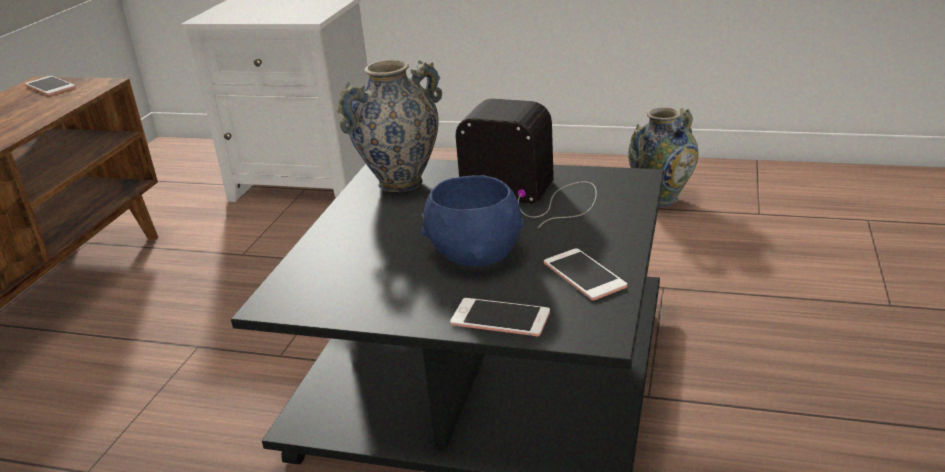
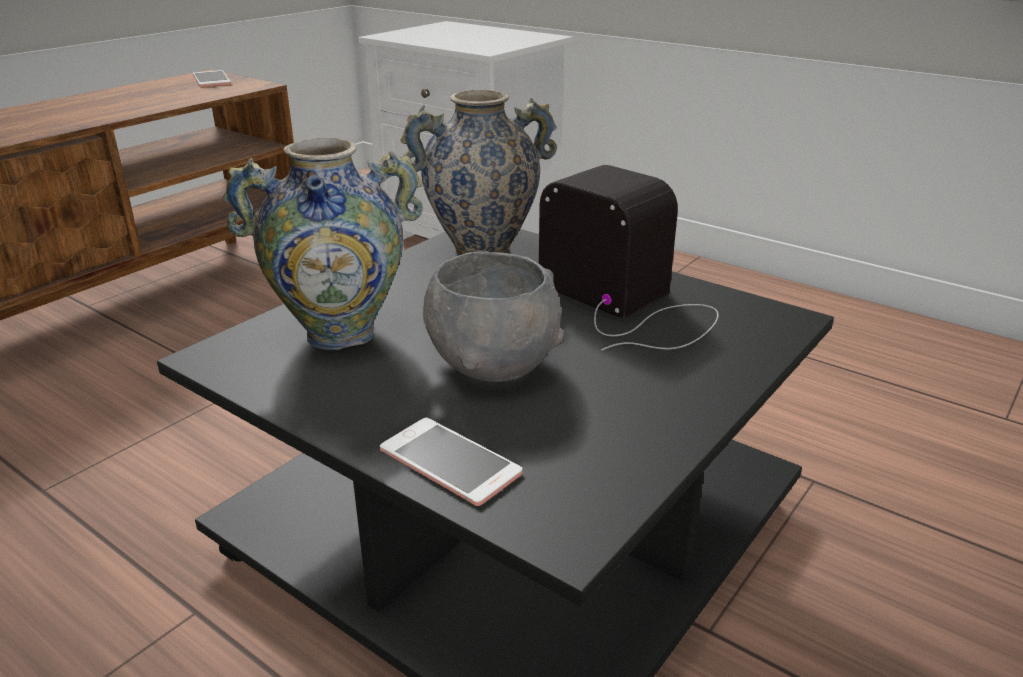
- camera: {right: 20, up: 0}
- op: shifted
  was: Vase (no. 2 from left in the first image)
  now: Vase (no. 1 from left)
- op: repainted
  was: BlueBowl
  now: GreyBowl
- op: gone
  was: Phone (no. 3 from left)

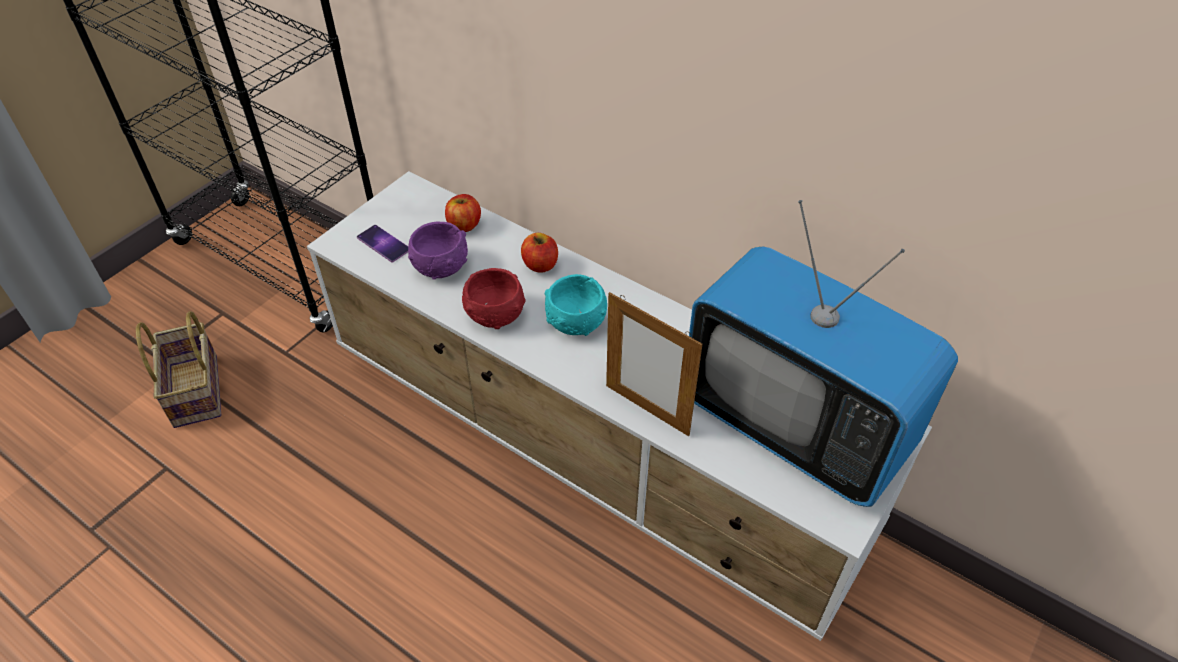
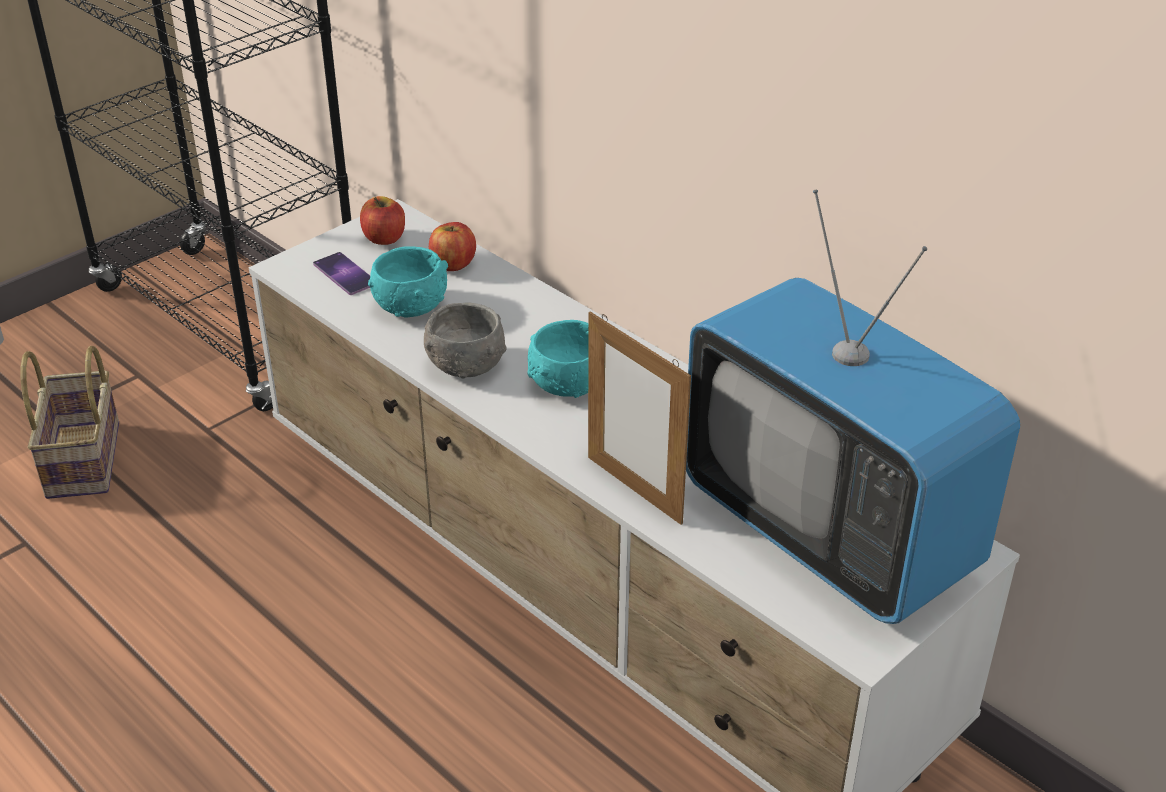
- camera: {right: 10, up: -10}
- op: shifted
  was: Apple (no. 2 from left in the first image)
  now: Apple (no. 1 from left)
- op: repainted
  was: PurpleBowl
  now: TurquoiseBowl (no. 1 from left)
- op: repainted
  was: RedBowl
  now: GreyBowl

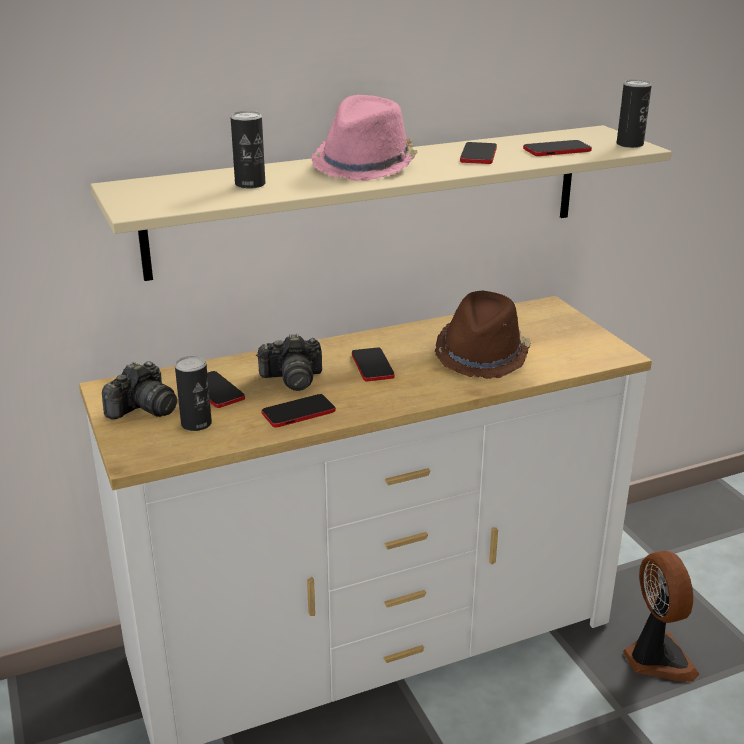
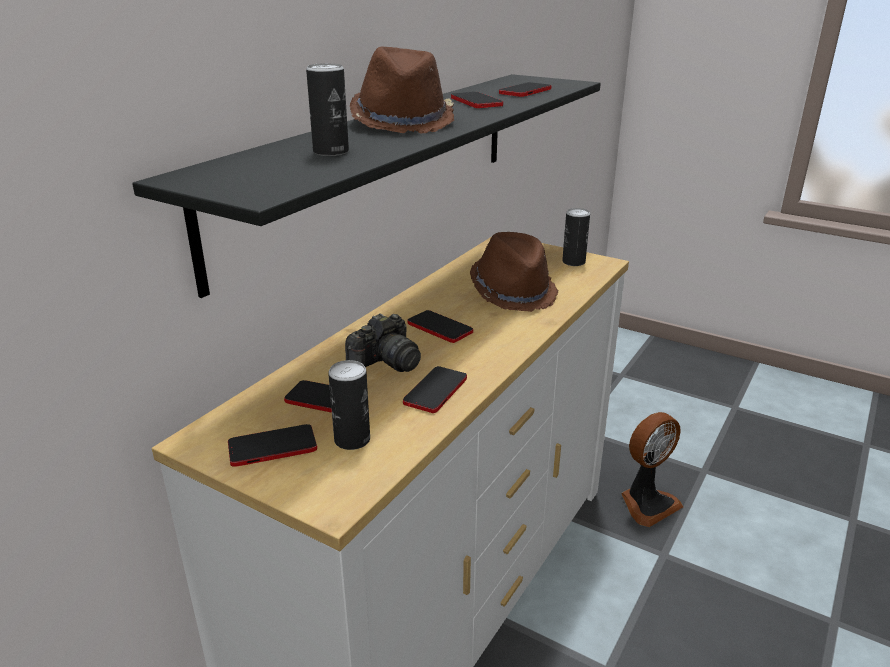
- camera: {right: -35, up: 0}
- op: repainted
  was: BeigeShelf
  now: BlackShelf
- op: swapped
  was: PhotoCamera (no. 1 from left)
  now: Phone (no. 1 from left)
- op: repainted
  was: PinkHat
  now: BrownHat (no. 1 from left)
- op: shifted
  was: Can (no. 3 from left)
- op: rotated
  was: Fan
  clockwise: 105

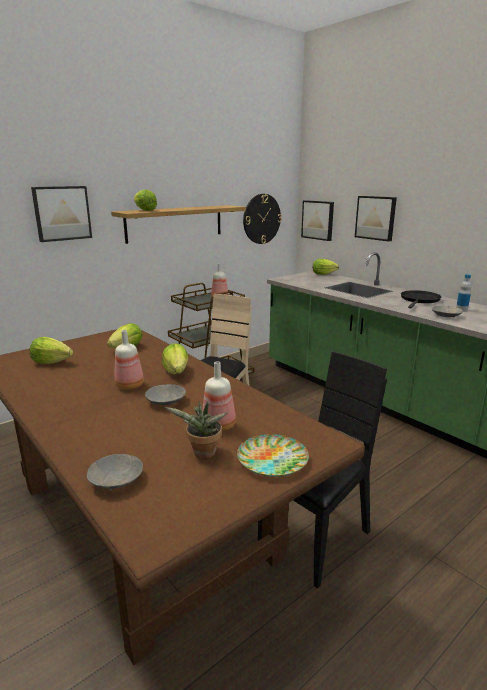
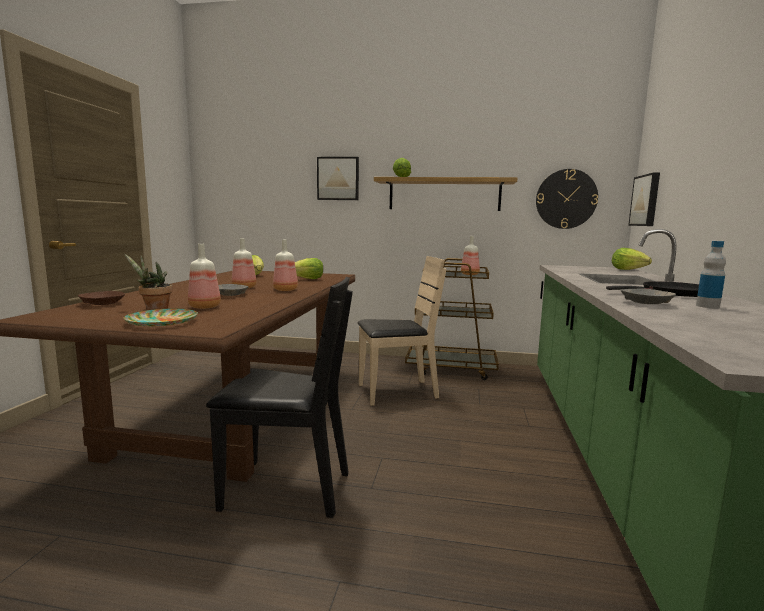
- camera: {right: 50, up: -10}
- op: repainted
  was: GreyBowl (no. 1 from left)
  now: BrownBowl
- op: swapped
  was: Lettuce (no. 4 from left)
  now: Bottle (no. 3 from left)
- op: gone
  was: Picture (no. 3 from left)

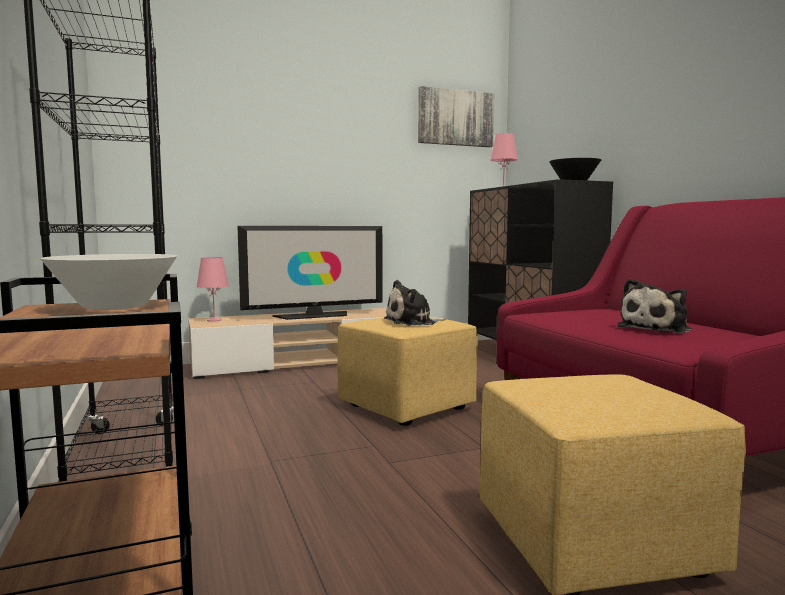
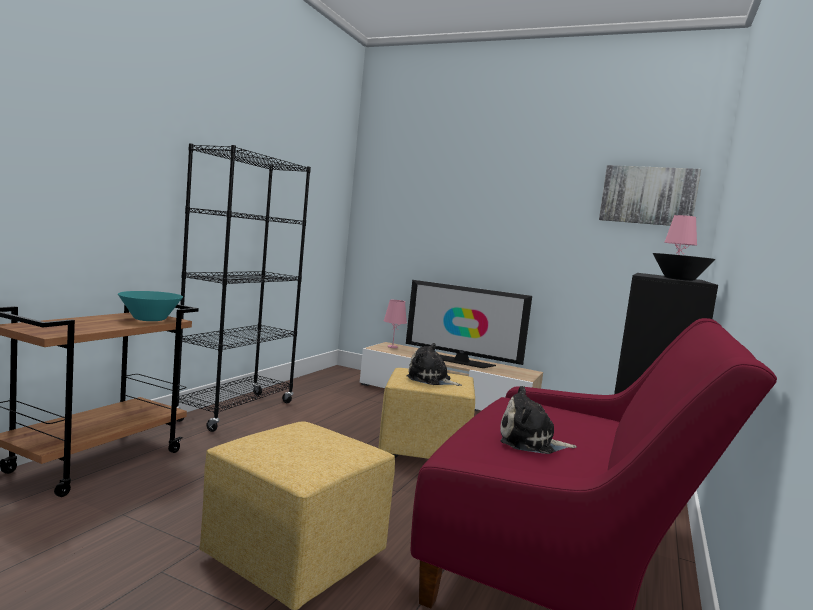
- camera: {right: 45, up: 0}
- op: repainted
  was: WhiteBowl
  now: TurquoiseBowl

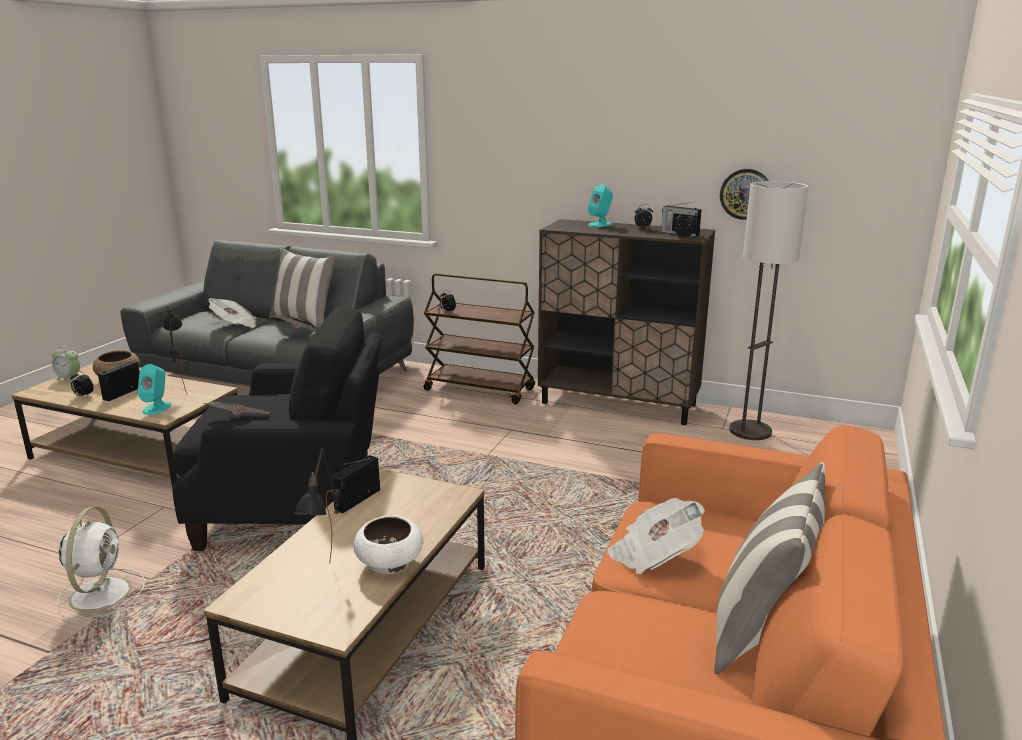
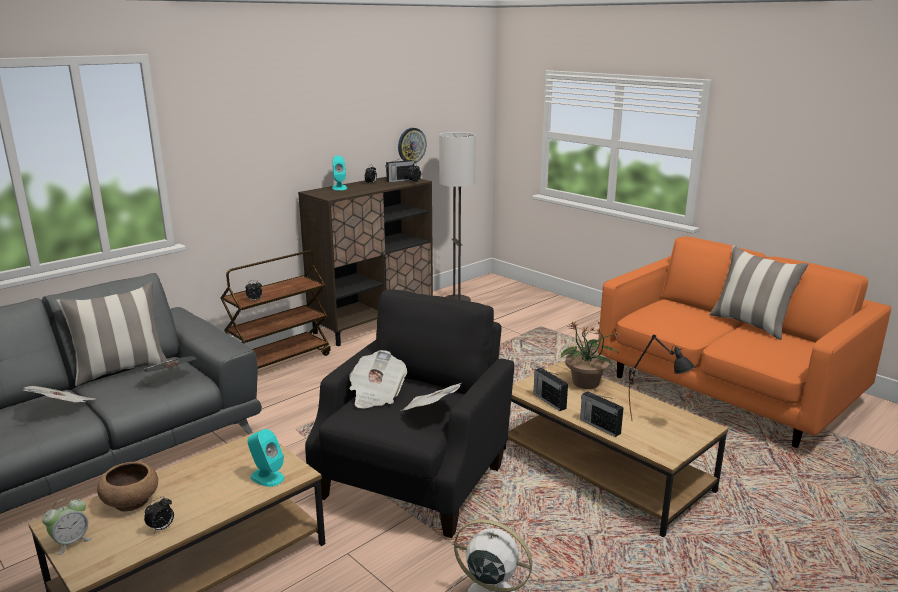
- camera: {right: -65, up: 0}
- op: shifted
  was: Newspaper (no. 4 from left in the first image)
  now: Newspaper (no. 3 from left)
- op: new
  now: PottedPlant
- op: shifted
  was: Radio (no. 1 from left in the first image)
  now: Radio (no. 3 from left)
- op: gone
  was: BlackTableLamp (no. 1 from left)
- op: gone
  was: WhiteBowl

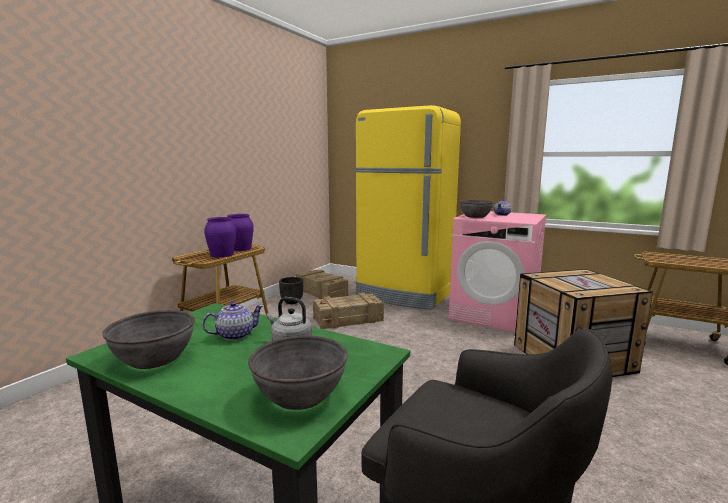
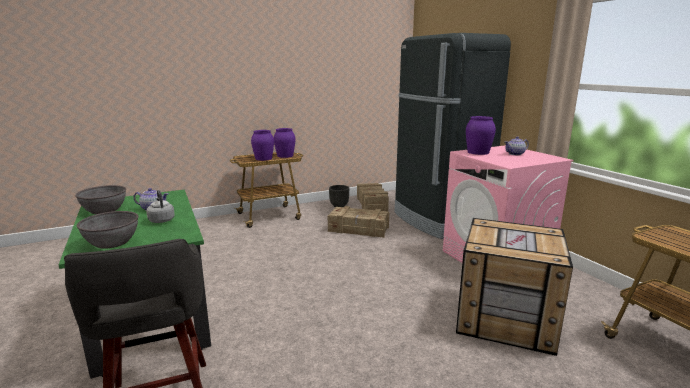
- camera: {right: 35, up: 5}
- op: repainted
  was: YellowFridge
  now: BlackFridge
- op: swapped
  was: GreyBowl (no. 3 from left)
  now: PurpleVase (no. 3 from left)

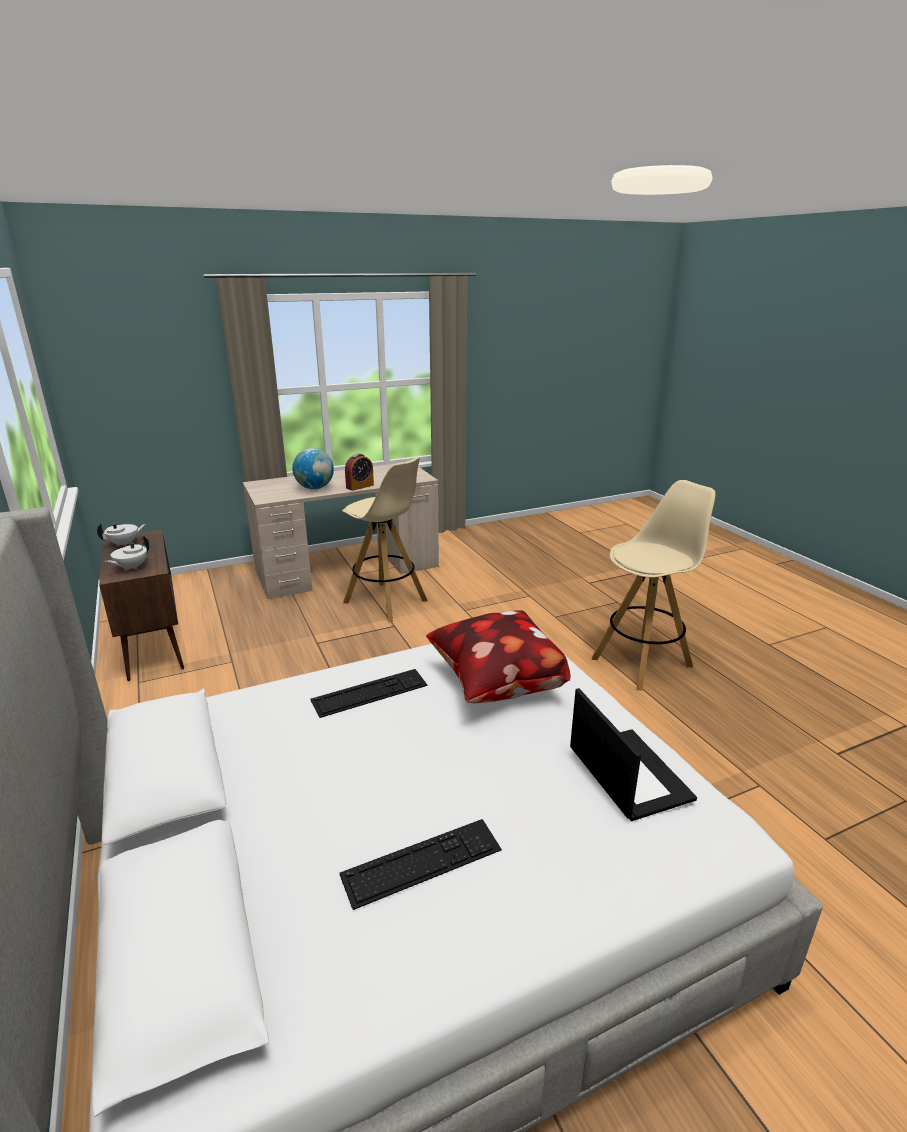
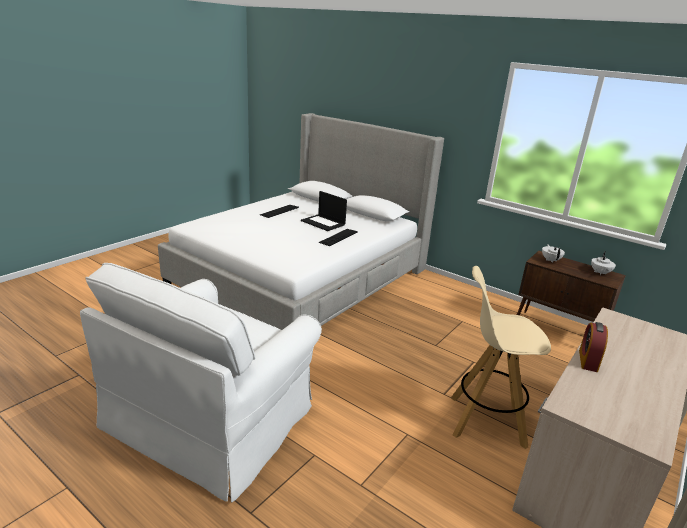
- camera: {right: 150, up: 0}
- op: swapped
  was: BeigeStool (no. 2 from left)
  now: WhiteArmchair
- op: shifted
  was: Laptop
- op: gone
  was: Globe
- op: gone
  was: Pillow

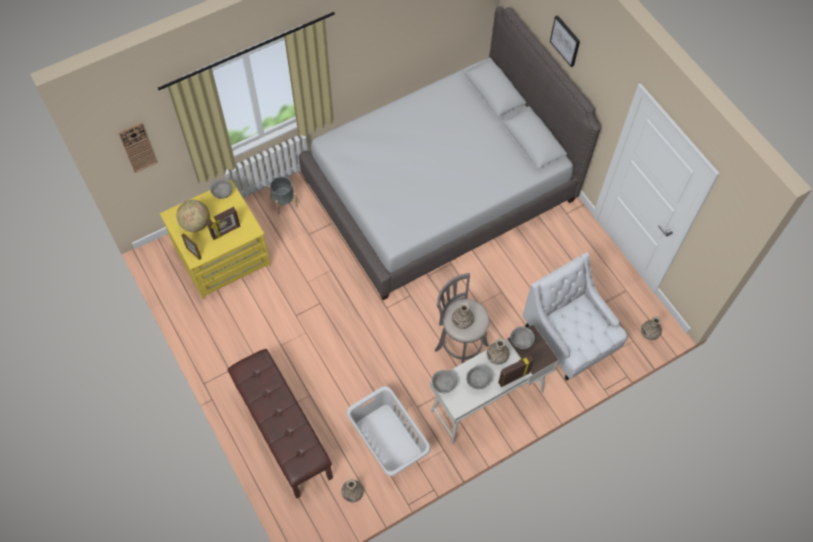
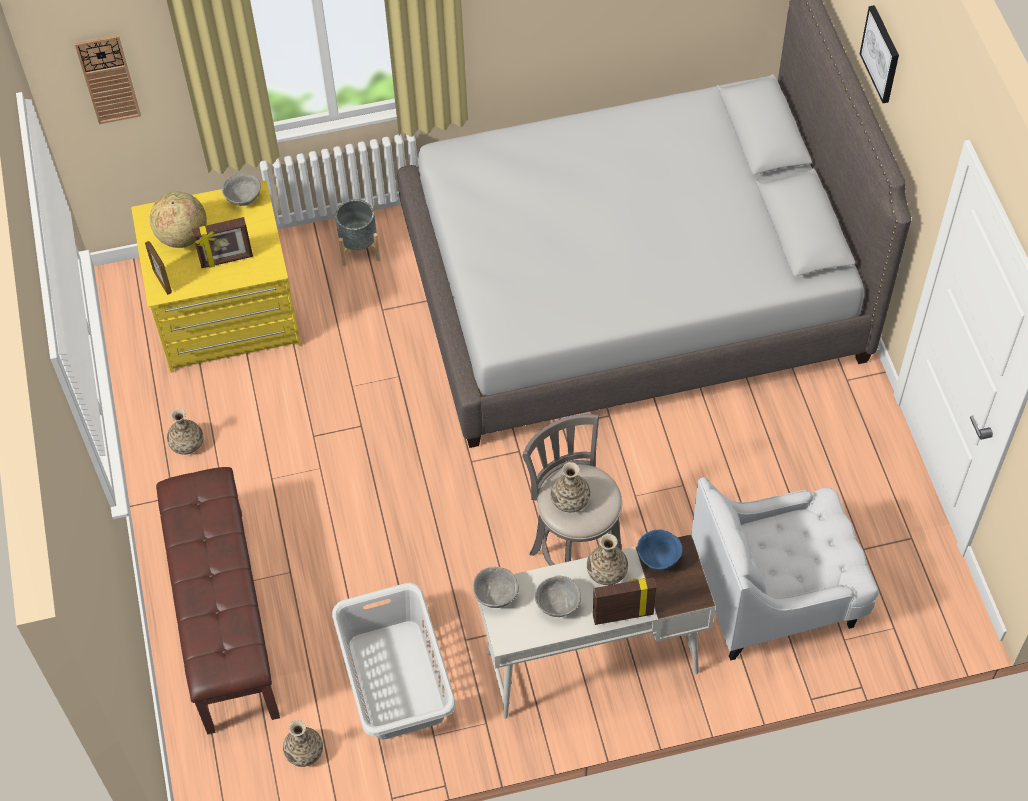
- camera: {right: 20, up: -5}
- op: shifted
  was: Vase (no. 4 from left in the first image)
  now: Vase (no. 1 from left)
- op: repainted
  was: GreyBowl (no. 4 from left)
  now: BlueBowl
- op: rotated
  was: WhiteArmchair
  clockwise: -90

